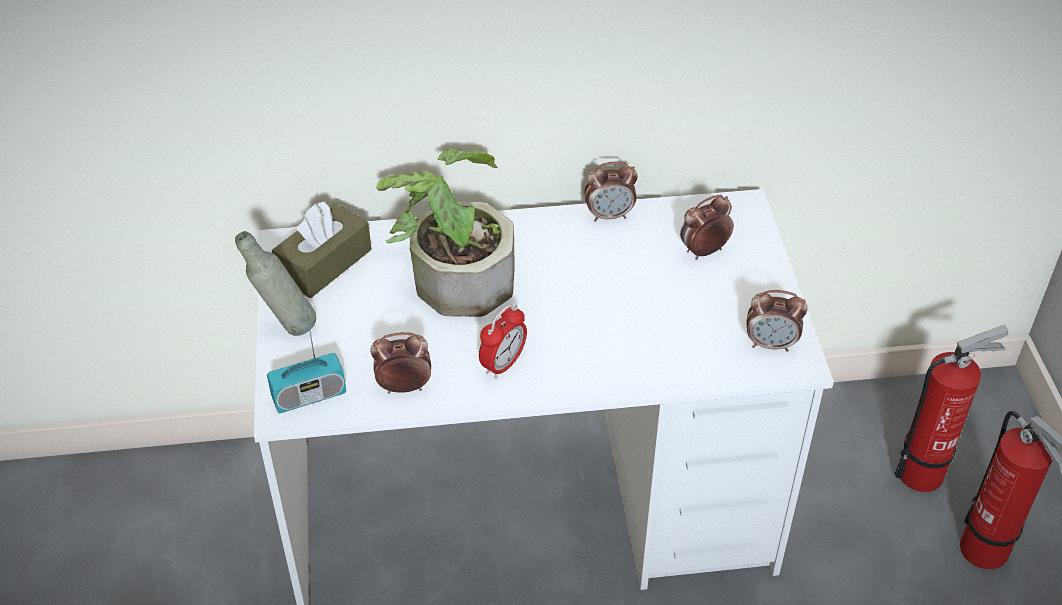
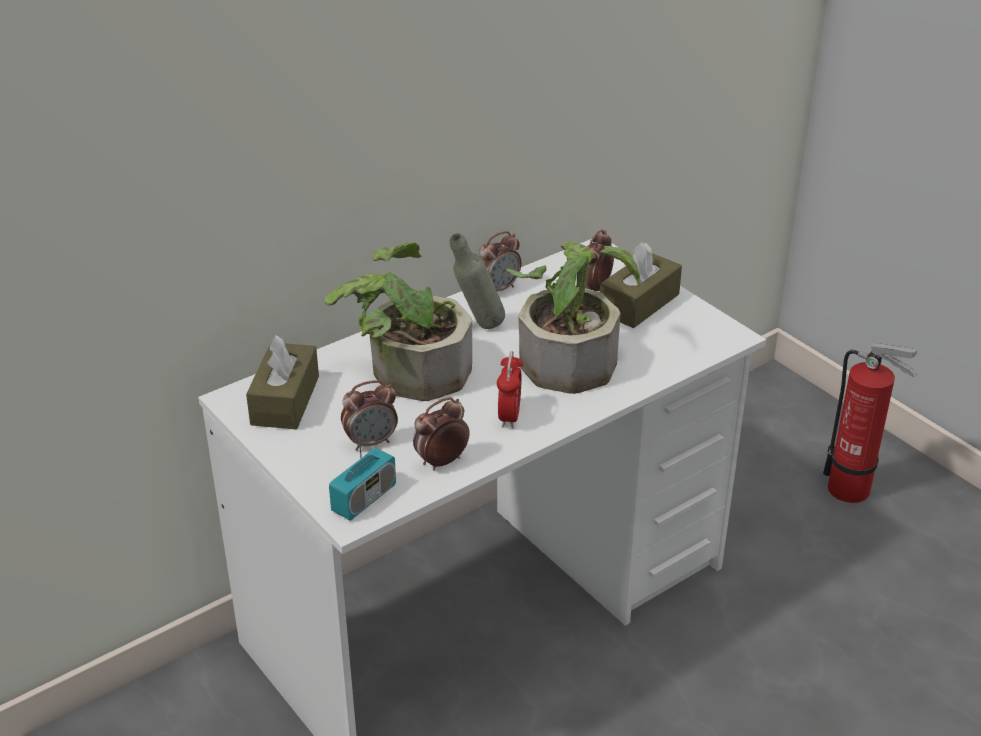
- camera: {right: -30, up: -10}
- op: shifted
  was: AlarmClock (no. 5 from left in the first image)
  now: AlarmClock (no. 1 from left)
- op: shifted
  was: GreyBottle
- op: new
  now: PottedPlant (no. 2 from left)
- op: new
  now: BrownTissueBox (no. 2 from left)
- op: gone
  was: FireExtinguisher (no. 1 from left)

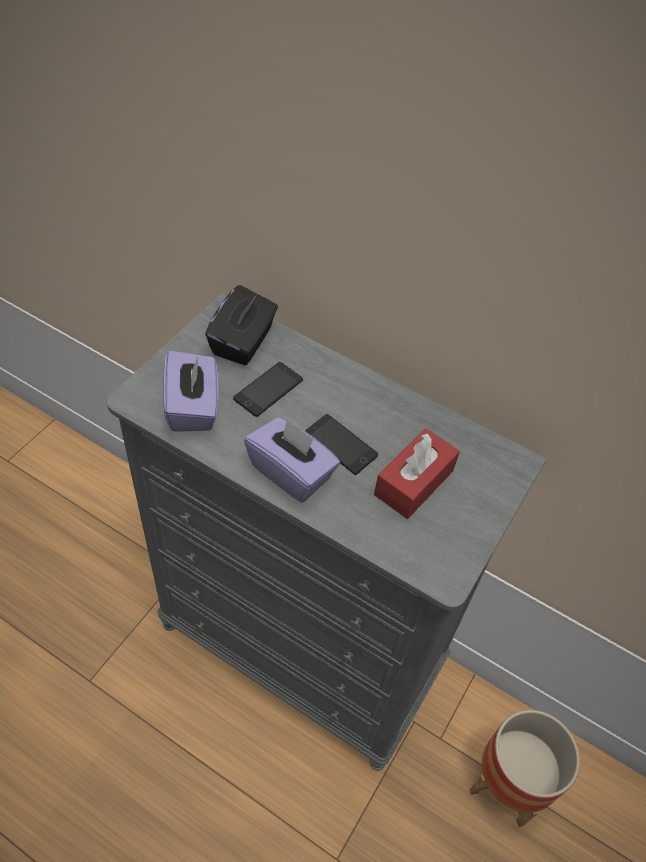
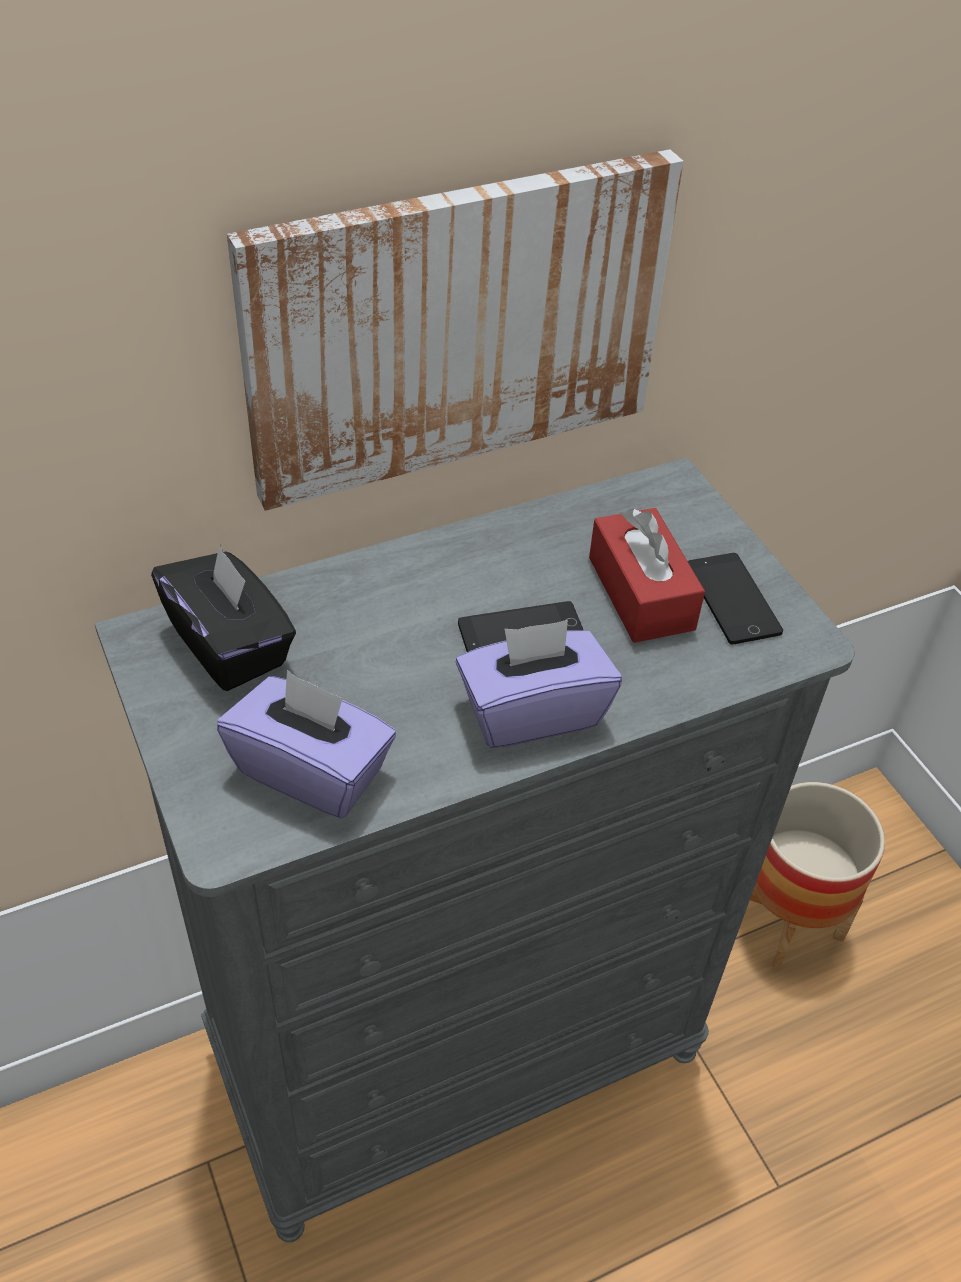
- camera: {right: -55, up: -5}
- op: new
  now: Picture
- op: shifted
  was: Phone (no. 1 from left in the first image)
  now: Phone (no. 2 from left)

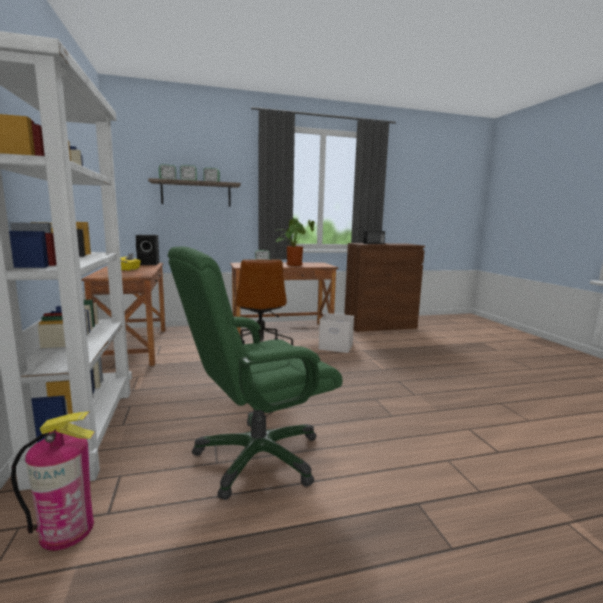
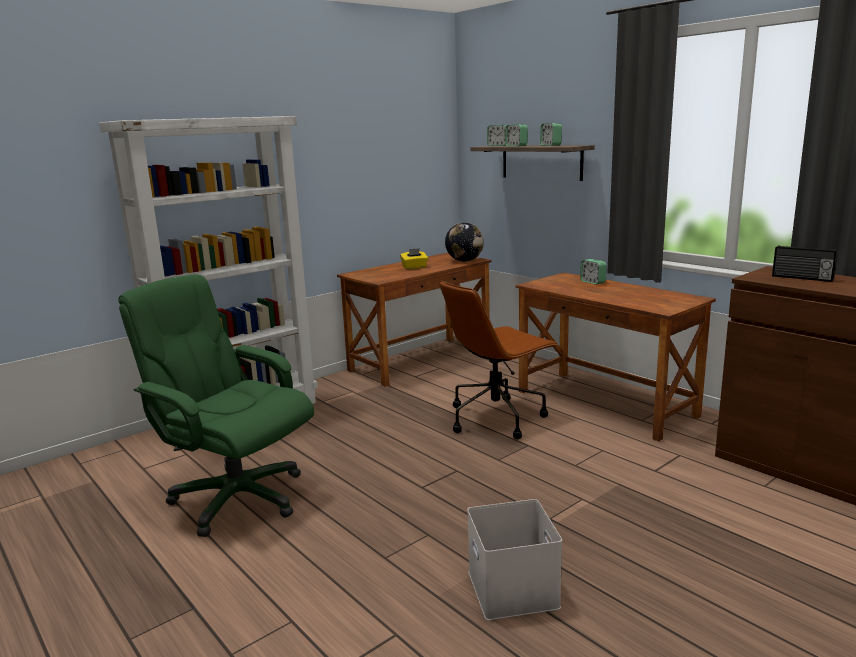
- camera: {right: 65, up: 5}
- op: swapped
  was: BlackSpeaker
  now: Globe
- op: shifted
  was: WhiteStorageBox
- op: gone
  was: FireExtinguisher
- op: gone
  was: PottedPlant

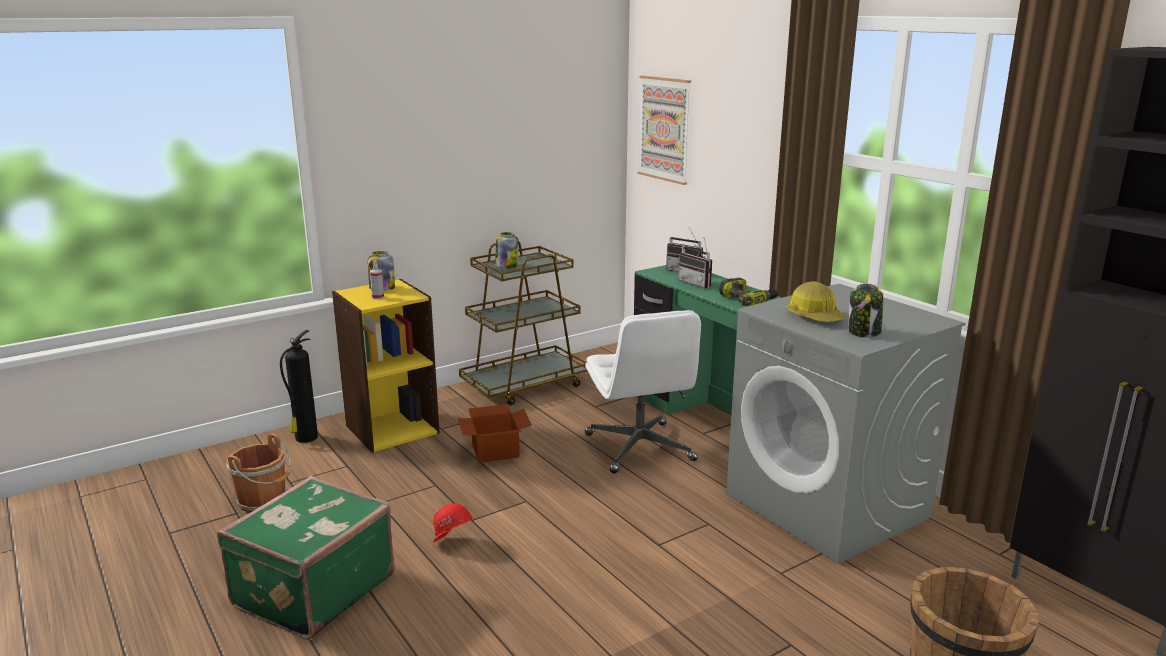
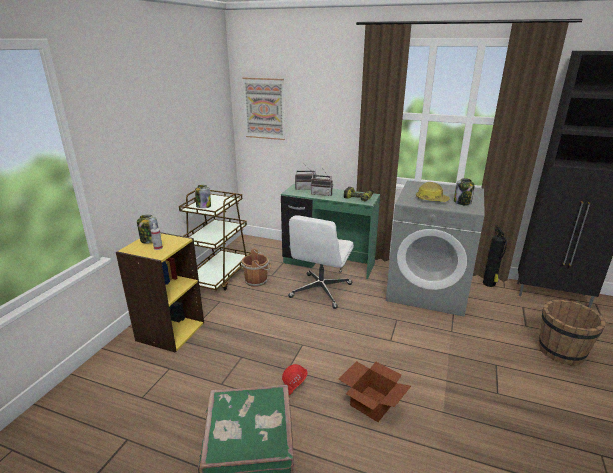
- camera: {right: -35, up: 5}
- op: shifted
  was: BrownBucket (no. 1 from left)
- op: rotated
  was: WhiteOfficeChair
  clockwise: 75
- op: shifted
  was: CardboardBox
- op: shifted
  was: FireExtinguisher

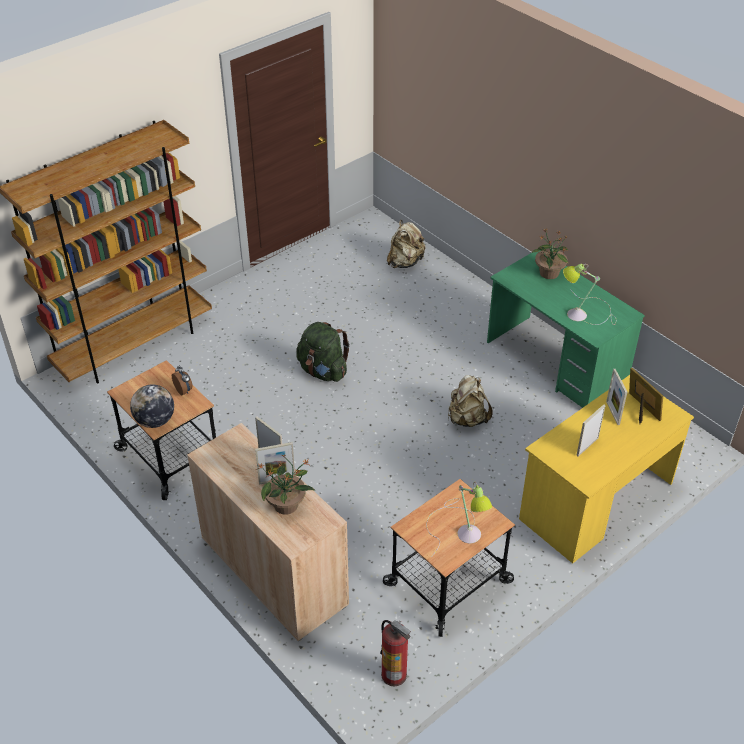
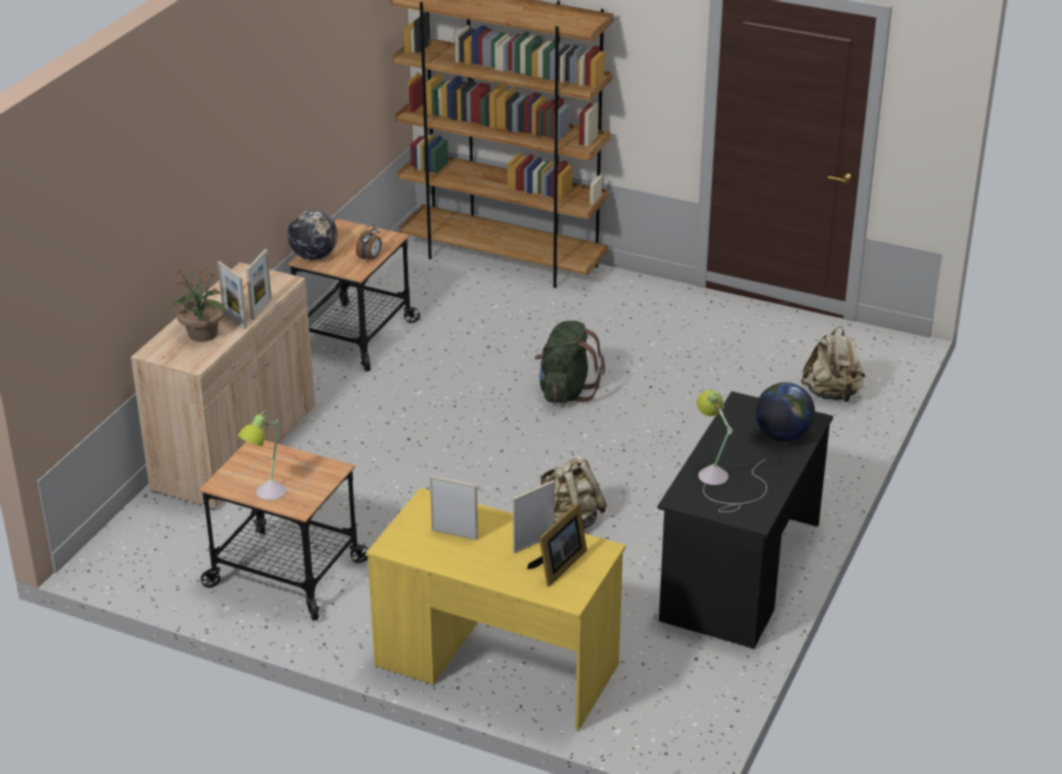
- camera: {right: 65, up: -10}
- op: repainted
  was: GreenDesk
  now: BlackDesk
- op: swapped
  was: PottedPlant (no. 2 from left)
  now: Globe (no. 2 from left)
- op: gone
  was: FireExtinguisher

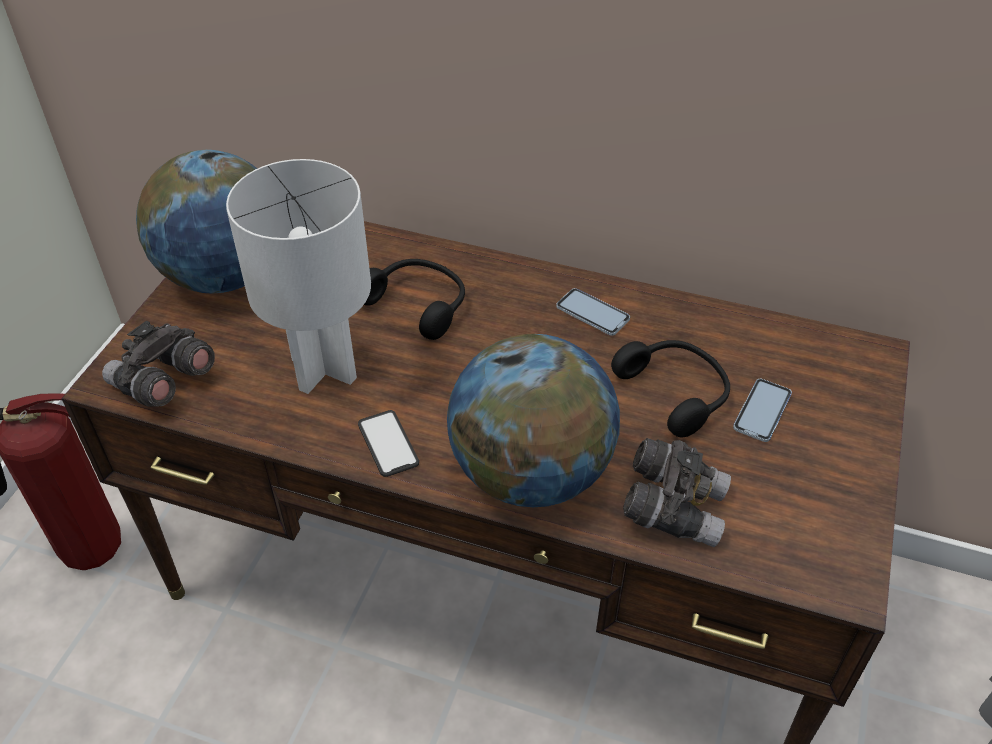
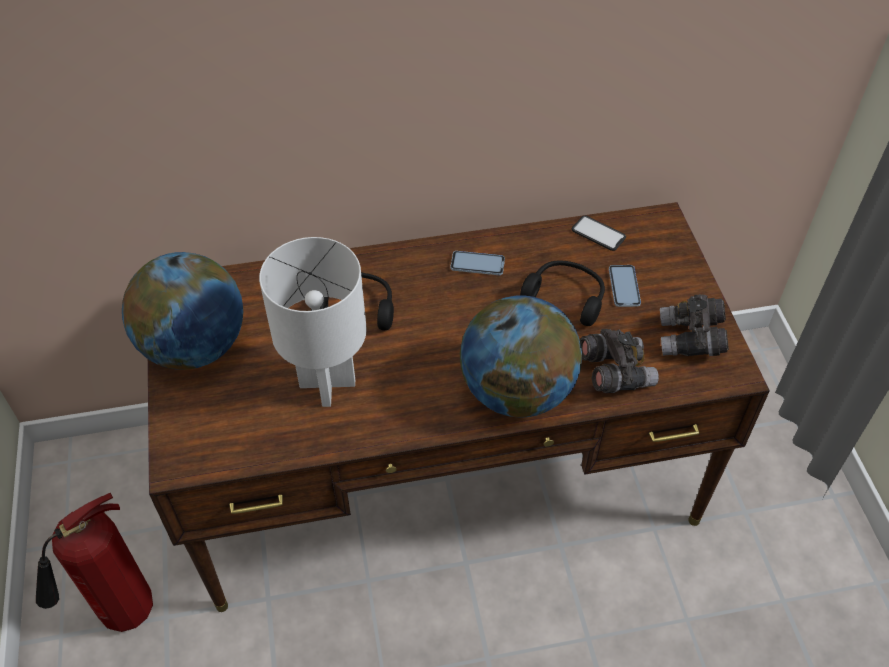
- camera: {right: -30, up: 5}
- op: shifted
  was: Phone (no. 1 from left in the first image)
  now: Phone (no. 2 from left)
- op: shifted
  was: GreyBinoculars (no. 1 from left in the first image)
  now: GreyBinoculars (no. 2 from left)

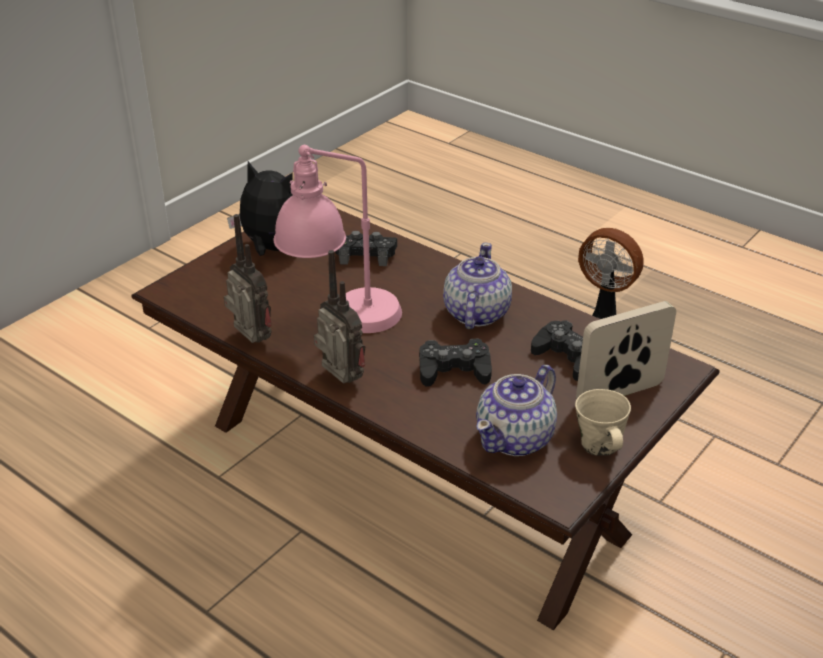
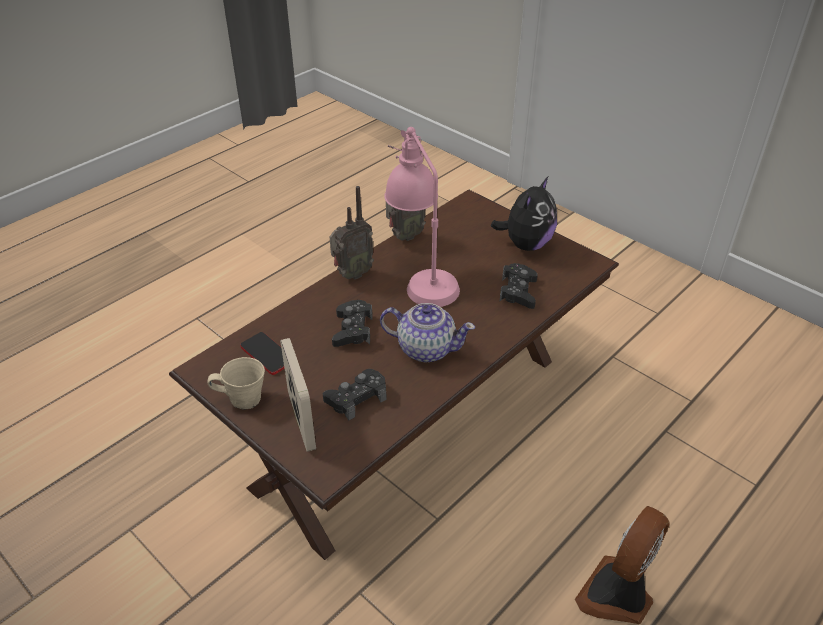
- camera: {right: 95, up: 5}
- op: swapped
  was: Teapot (no. 2 from left)
  now: Phone

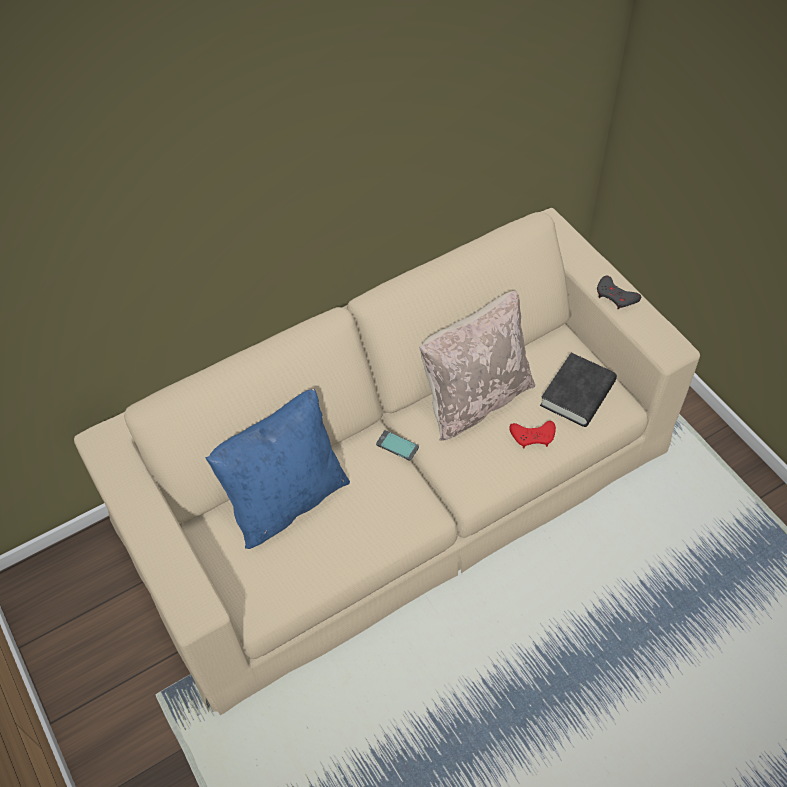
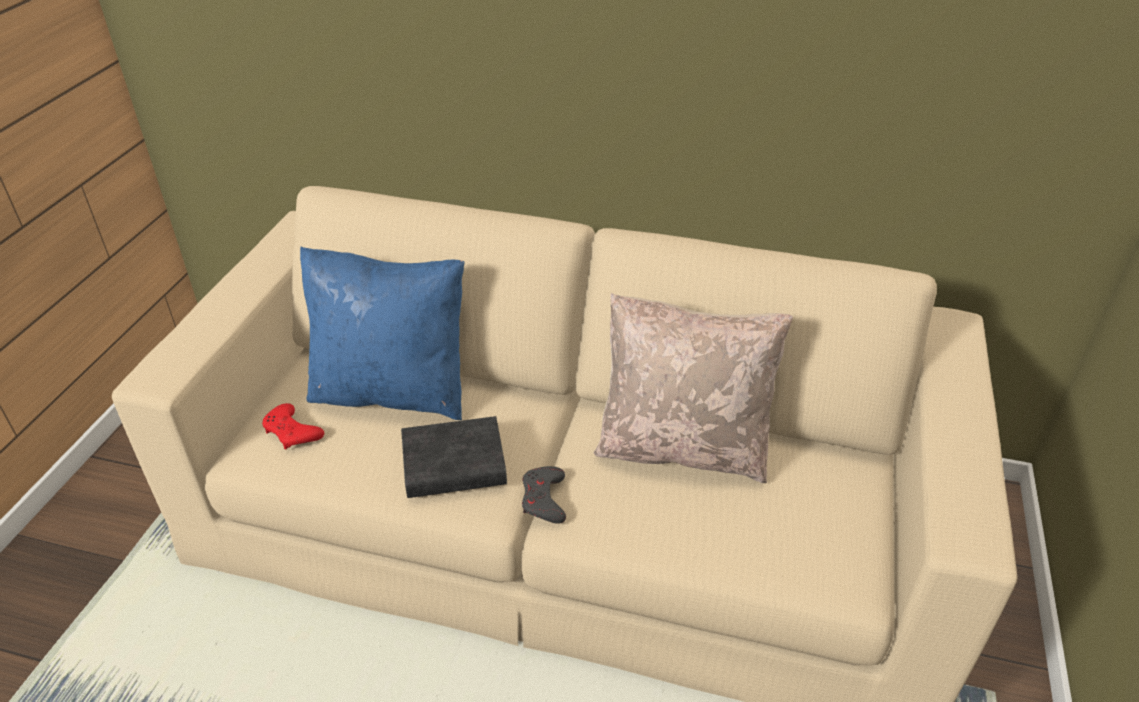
- camera: {right: 45, up: -15}
- op: shifted
  was: RedGameController
- op: shifted
  was: BlackBook
- op: shifted
  was: GreyGameController
- op: gone
  was: Phone

